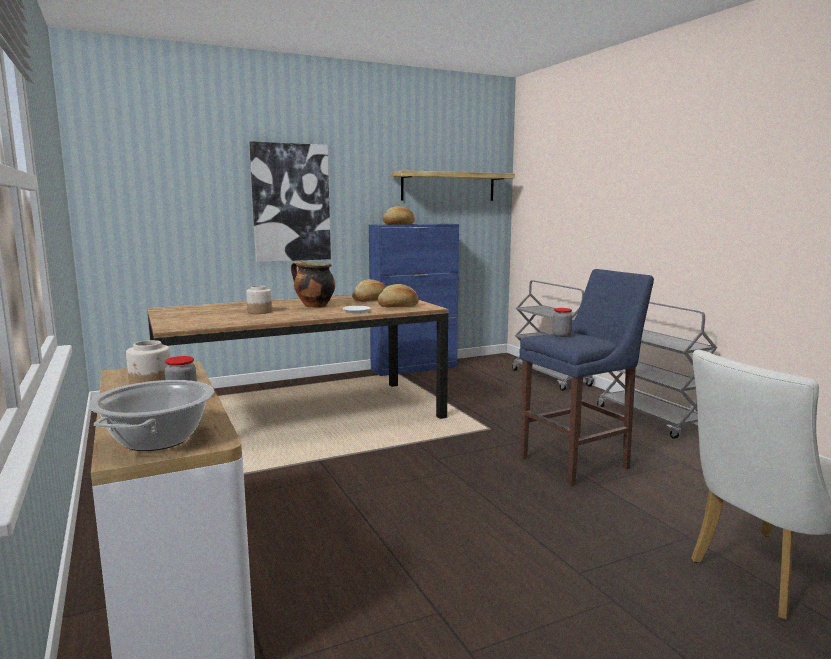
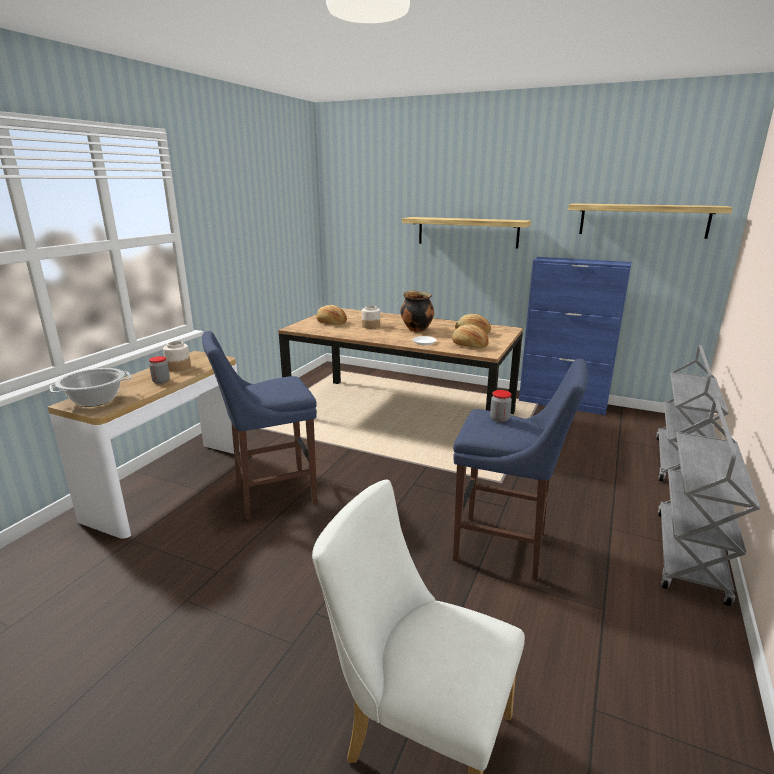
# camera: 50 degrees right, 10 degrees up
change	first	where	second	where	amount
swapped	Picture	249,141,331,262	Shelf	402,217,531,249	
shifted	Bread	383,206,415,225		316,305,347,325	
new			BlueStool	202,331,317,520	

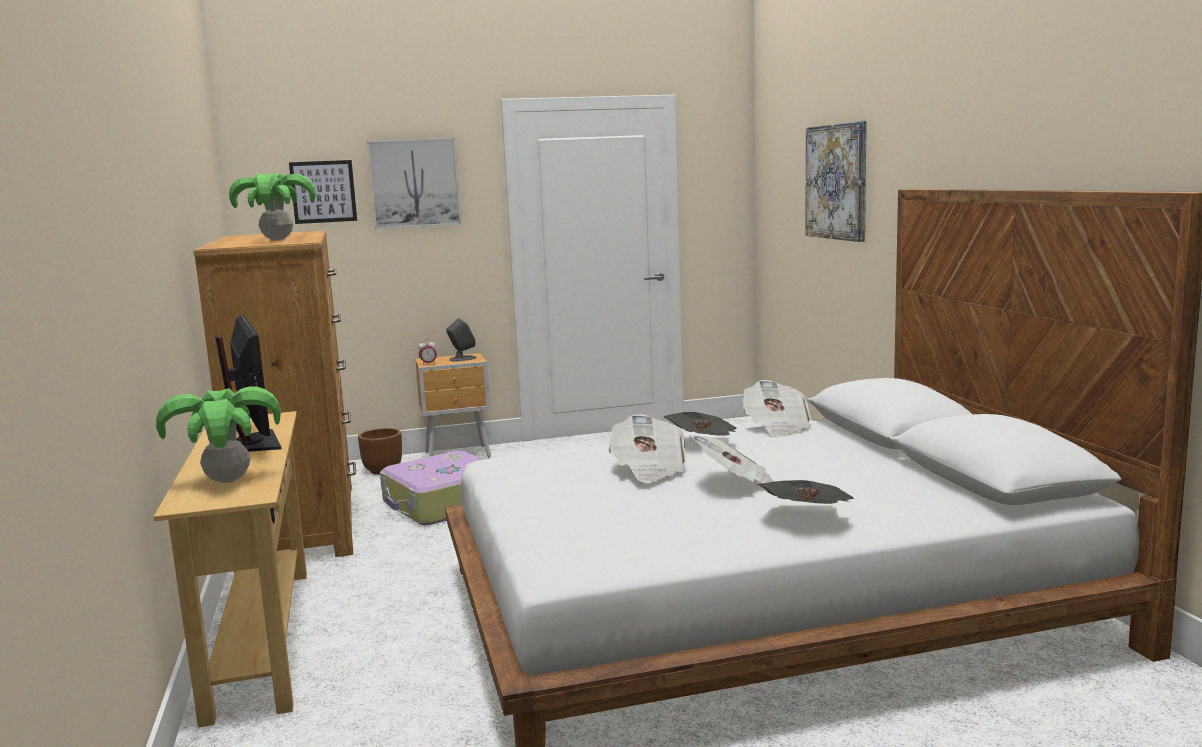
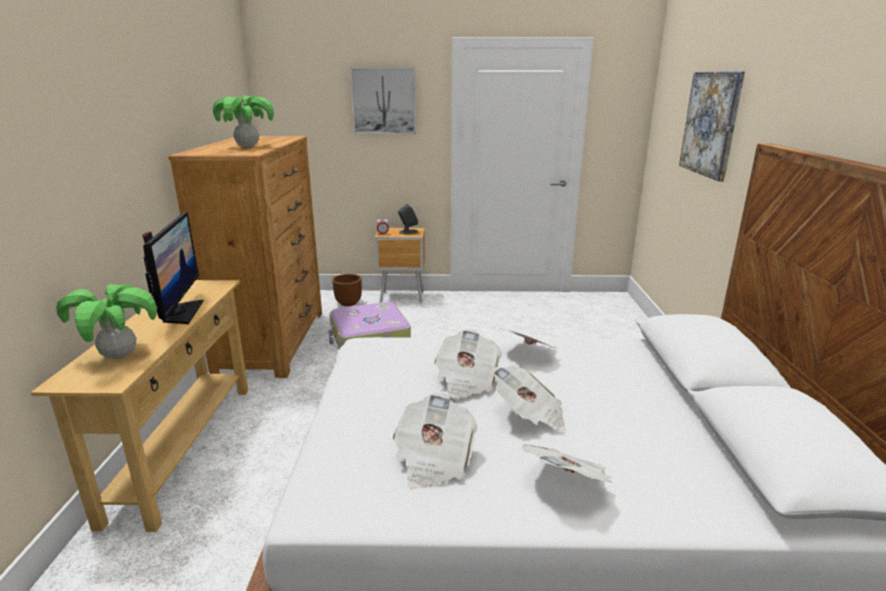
# camera: 15 degrees right, 10 degrees up
change	first	where	second	where	amount
gone	Picture	289,160,357,224			
shifted	Newspaper	743,380,811,437		393,393,477,489	

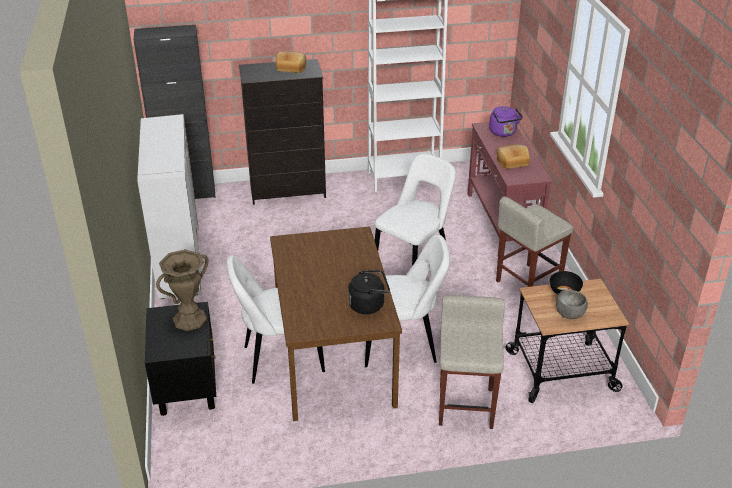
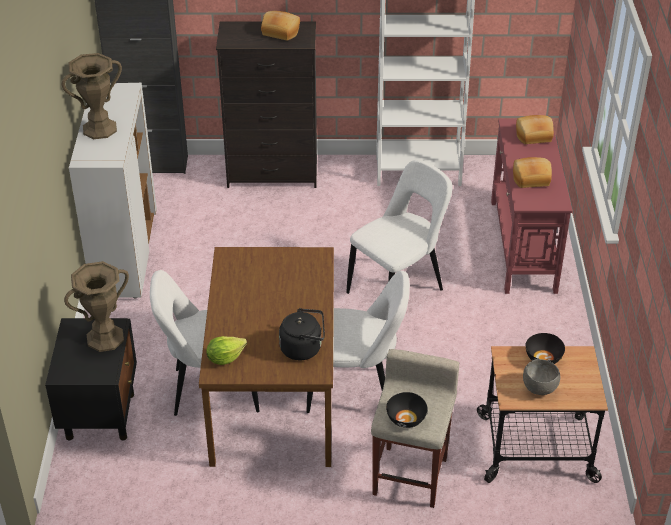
# camera: 10 degrees right, 5 degrees up
change	first	where	second	where	amount
swapped	PurpleKettle	489,106,523,137	Bread	516,115,554,144	
gone	BeigeStool	496,196,574,287			
new			BrownVase	62,53,122,139	
new			Lettuce	206,336,247,365	
new			BlackBowl	386,392,428,428	

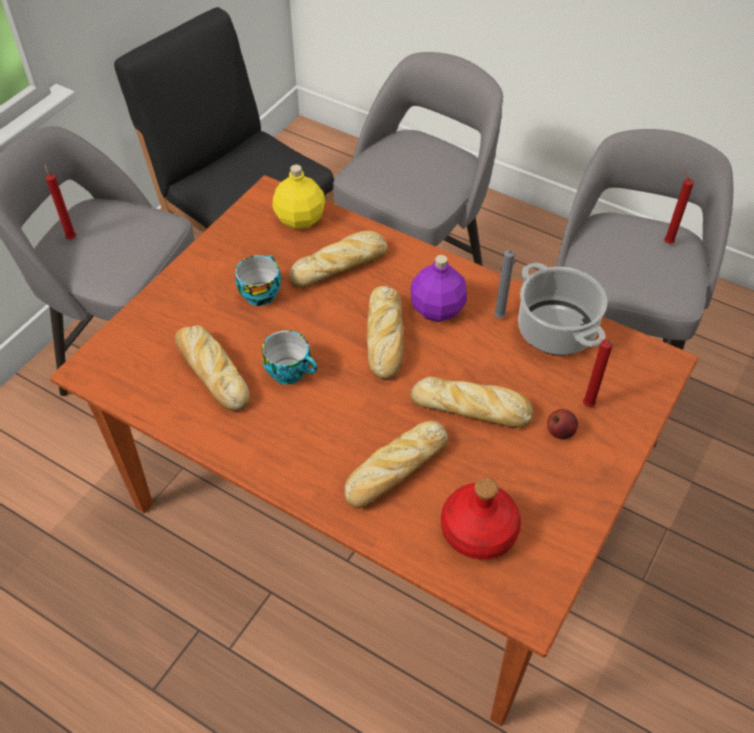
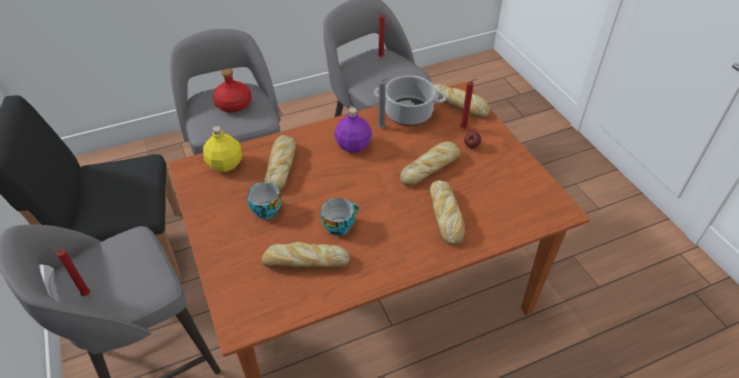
# camera: 55 degrees left, 5 degrees down
change	first	where	second	where	amount
shifted	Bread	367,286,404,379		434,83,490,118	
shifted	RedBottle	441,477,521,559		213,69,251,112	

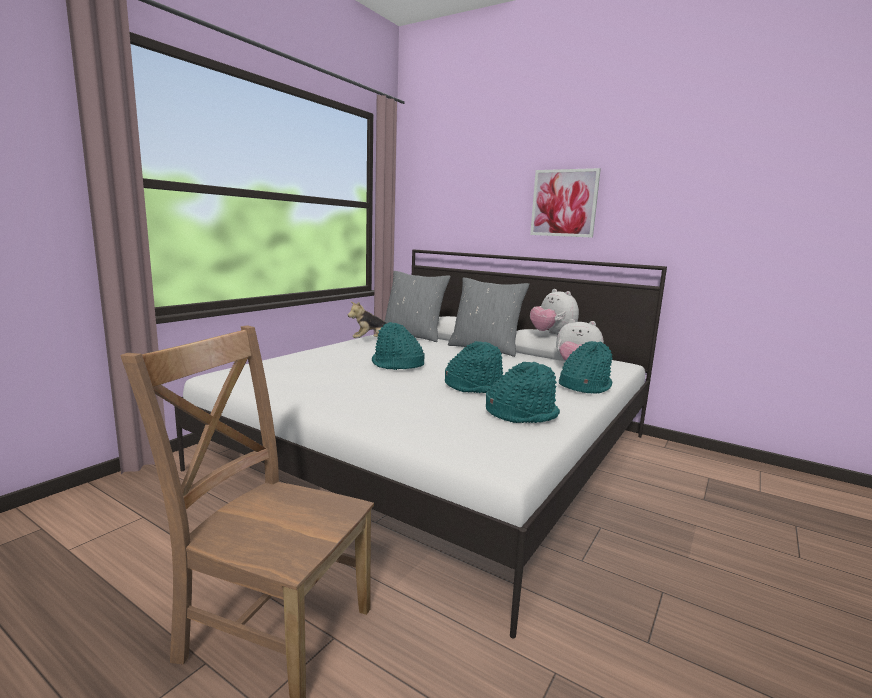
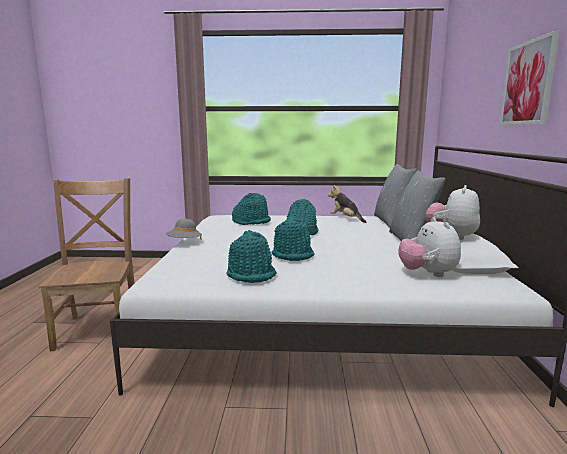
# camera: 60 degrees right, 0 degrees up
change	first	where	second	where	amount
shifted	TurquoiseHat	559,341,612,394		232,193,271,225	
new			GreyHat	166,218,202,239	

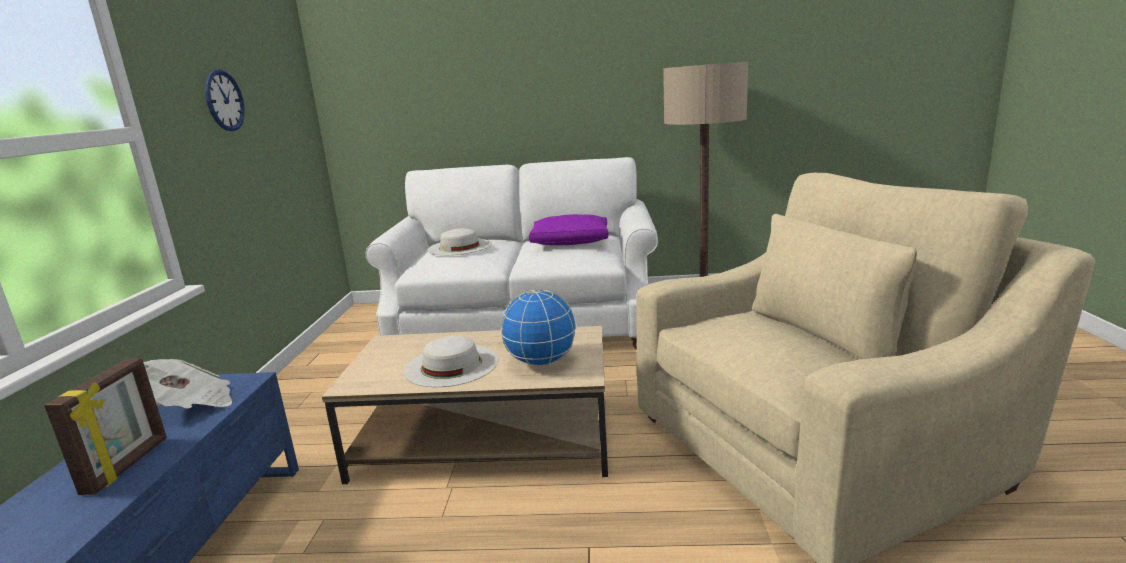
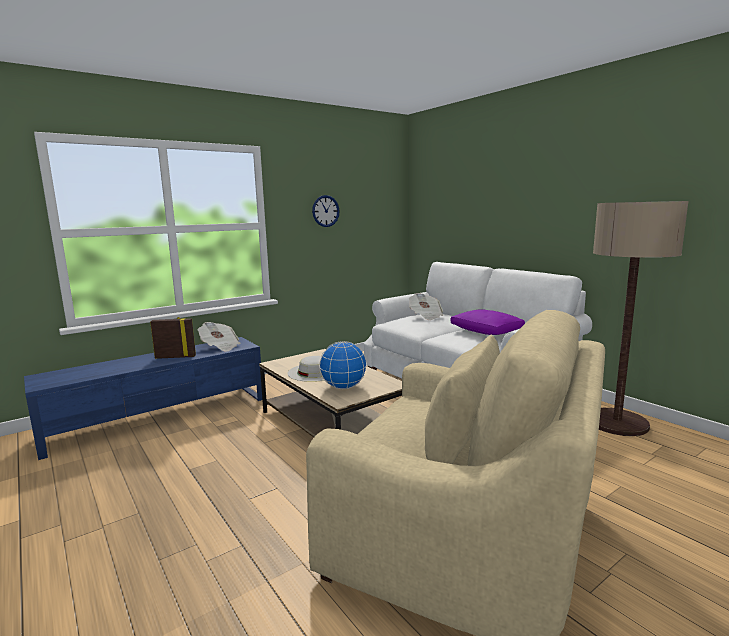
# camera: 50 degrees right, 5 degrees down
change	first	where	second	where	amount
swapped	WhiteHat	428,228,491,255	Newspaper	409,293,444,320	
rotated	PictureFrame	44,358,167,495		150,317,196,359	150 degrees counterclockwise

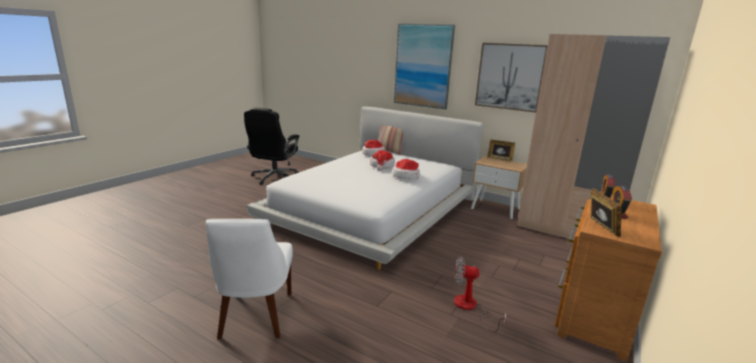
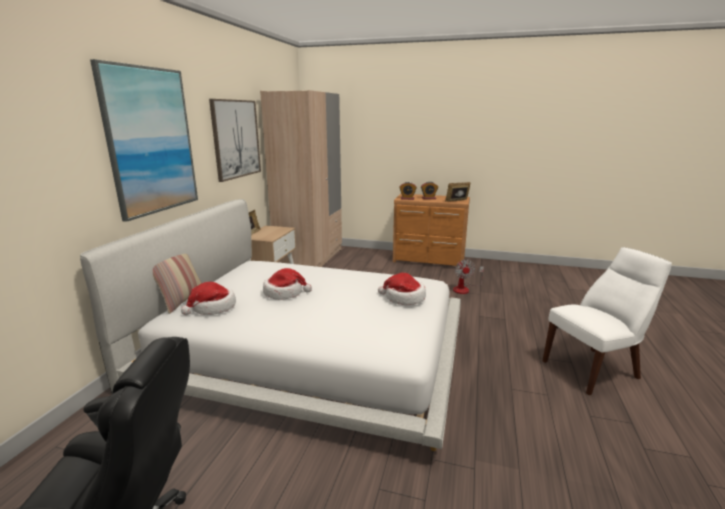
# camera: 105 degrees left, 0 degrees up
change	first	where	second	where	amount
shifted	Hat	392,159,420,179		378,273,426,305	

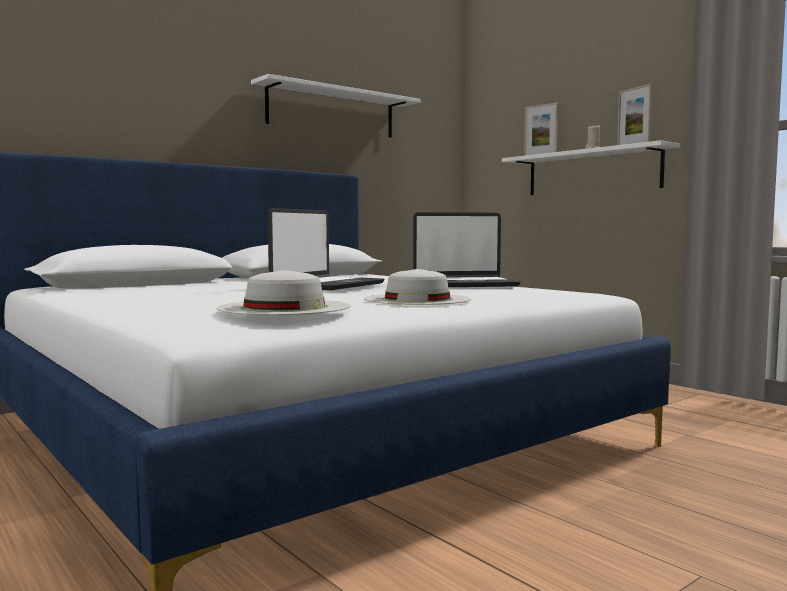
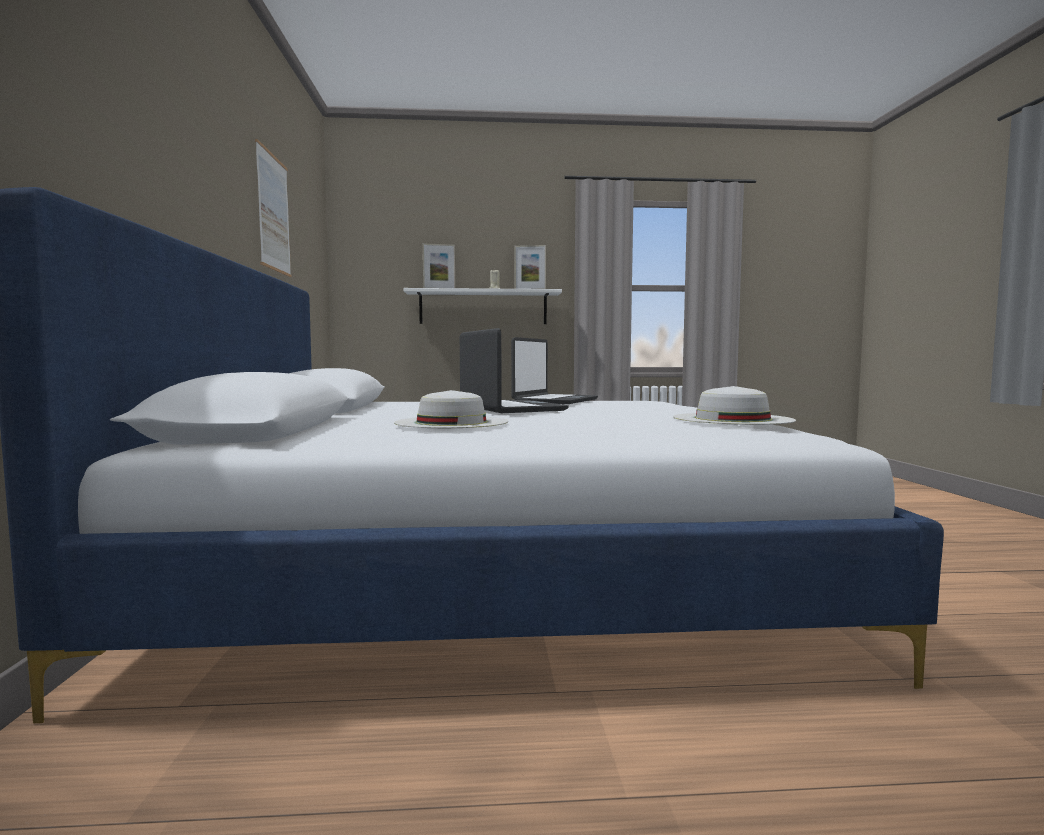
# camera: 55 degrees left, 0 degrees up
change	first	where	second	where	amount
swapped	WhiteShelf	251,74,420,138	Picture	255,139,292,277	
shifted	WhiteHat	364,269,471,305		394,390,508,428	

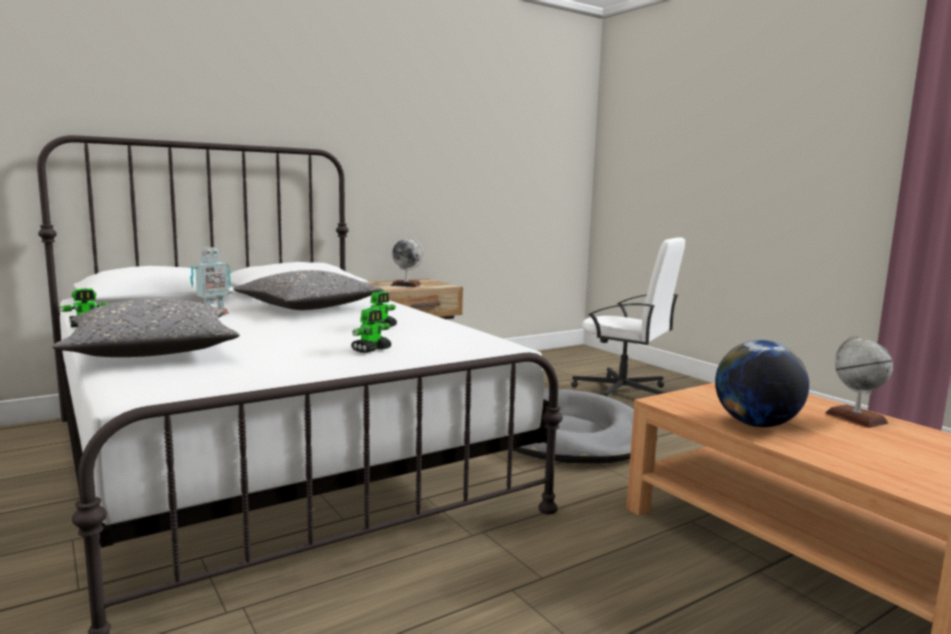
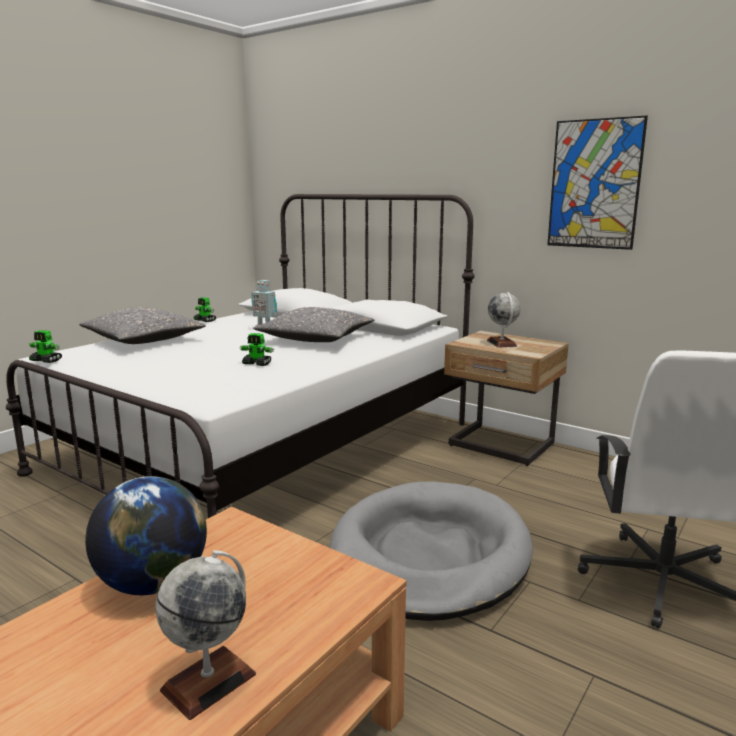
# camera: 70 degrees right, 5 degrees up
change	first	where	second	where	amount
shifted	ToyRobot	351,308,391,353		29,330,62,363	
new			Picture	547,116,648,250	

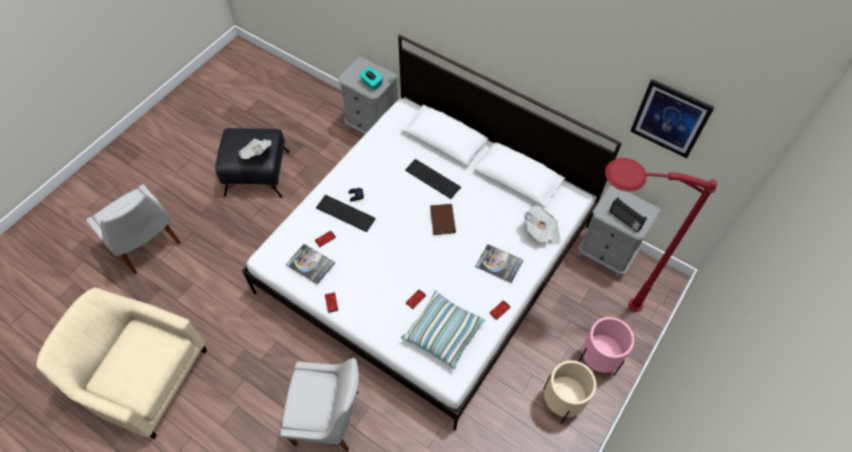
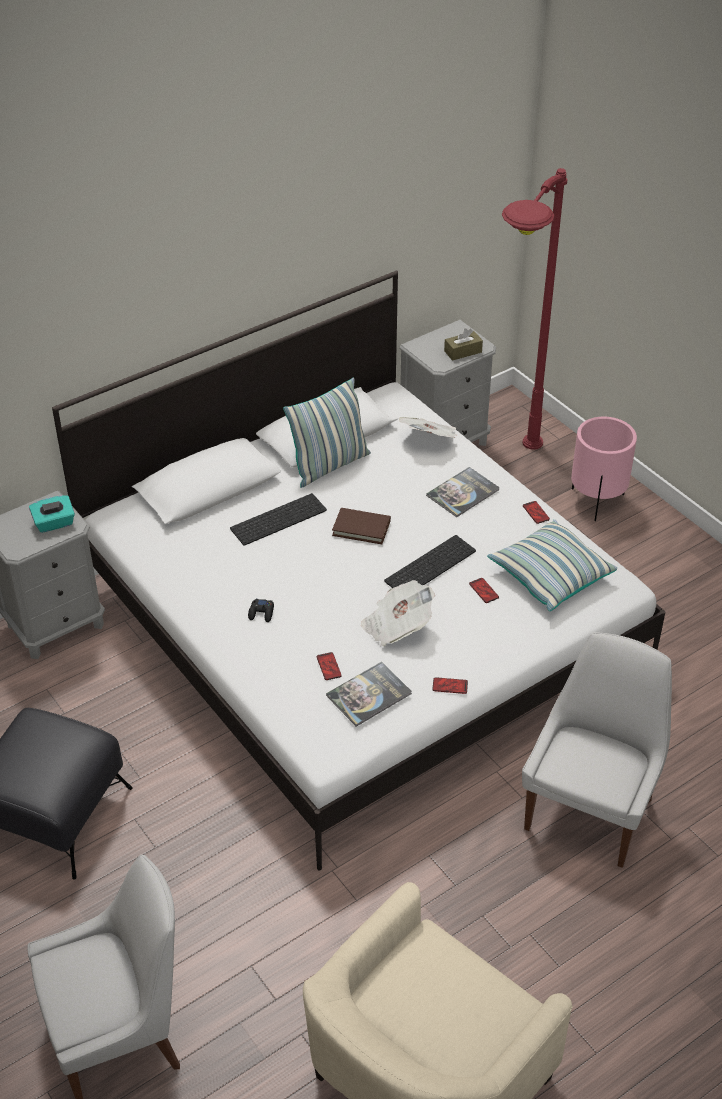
# camera: 70 degrees left, 15 degrees down
change	first	where	second	where	amount
gone	Picture	630,79,715,158			
shifted	Newspaper	238,139,272,159		361,580,435,646	
shifted	Keyboard	316,195,376,232		384,535,476,588	
swapped	Radio	609,197,647,233	BrownTissueBox	444,328,483,361	
gone	BeigePlanter	544,360,596,424			
new			Pillow	283,377,371,488	

